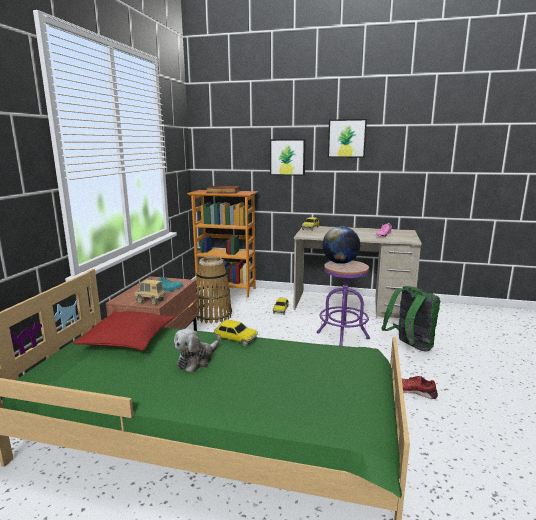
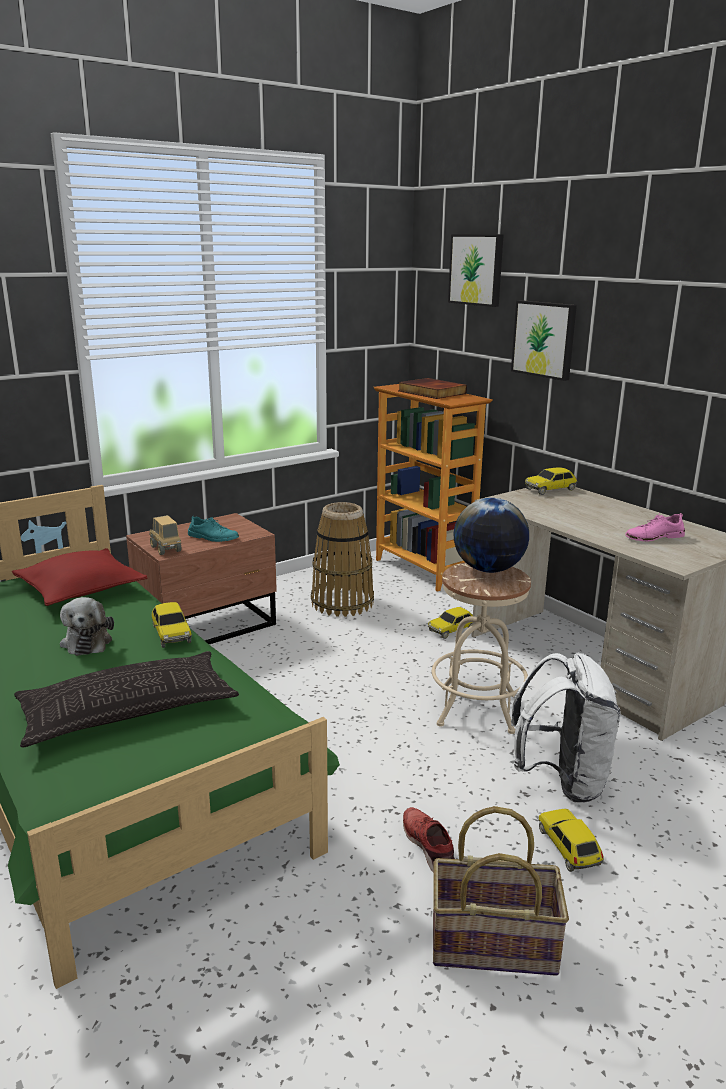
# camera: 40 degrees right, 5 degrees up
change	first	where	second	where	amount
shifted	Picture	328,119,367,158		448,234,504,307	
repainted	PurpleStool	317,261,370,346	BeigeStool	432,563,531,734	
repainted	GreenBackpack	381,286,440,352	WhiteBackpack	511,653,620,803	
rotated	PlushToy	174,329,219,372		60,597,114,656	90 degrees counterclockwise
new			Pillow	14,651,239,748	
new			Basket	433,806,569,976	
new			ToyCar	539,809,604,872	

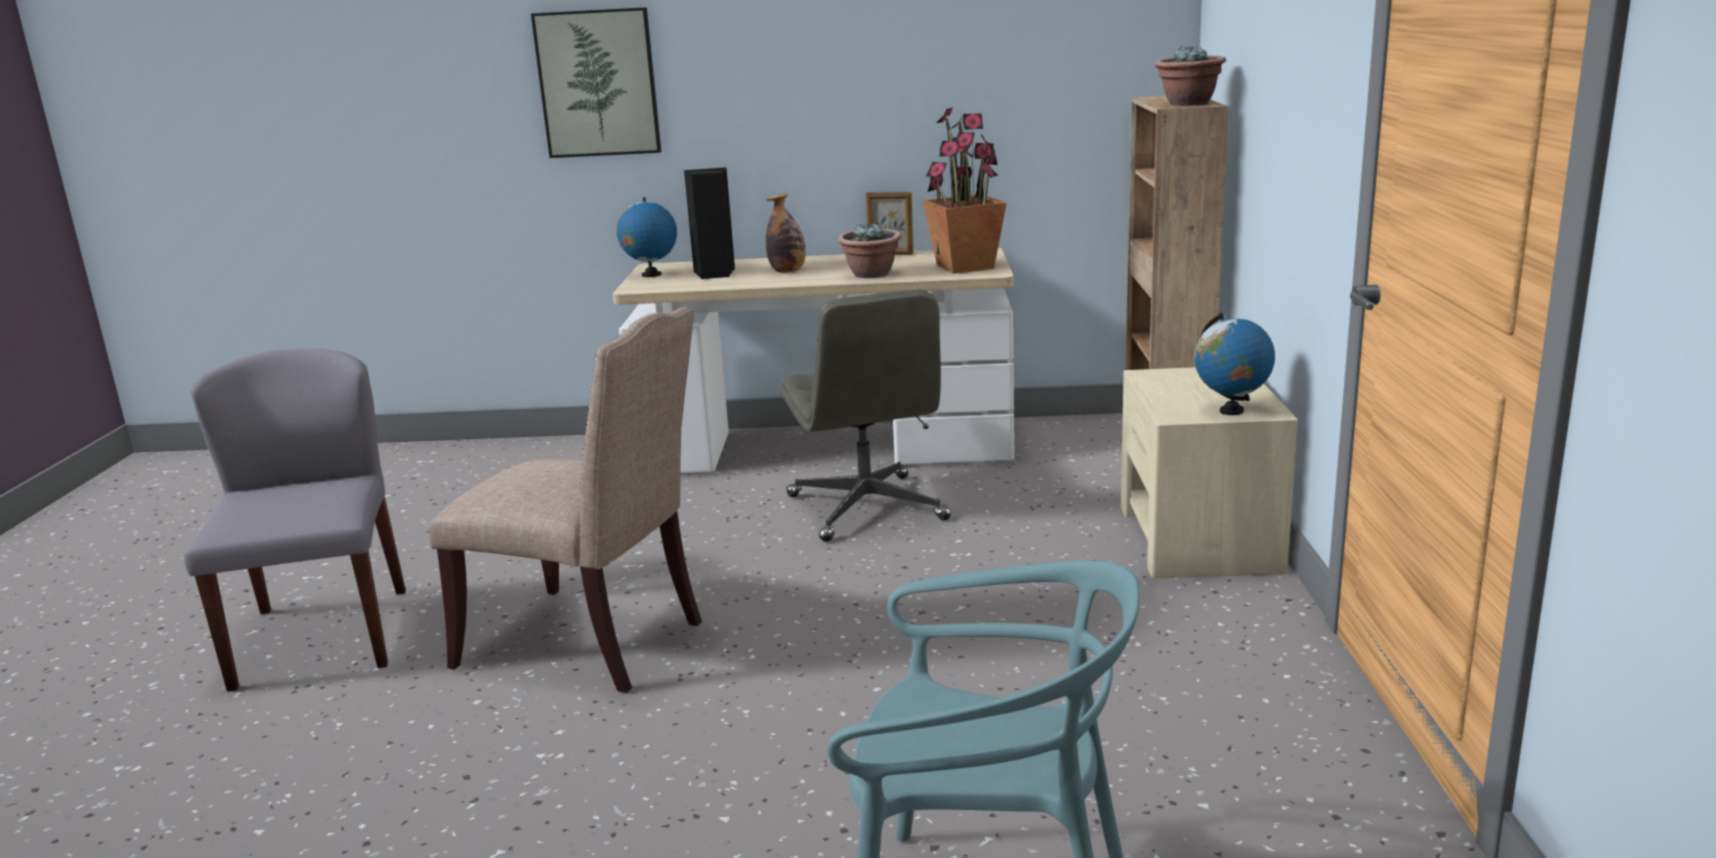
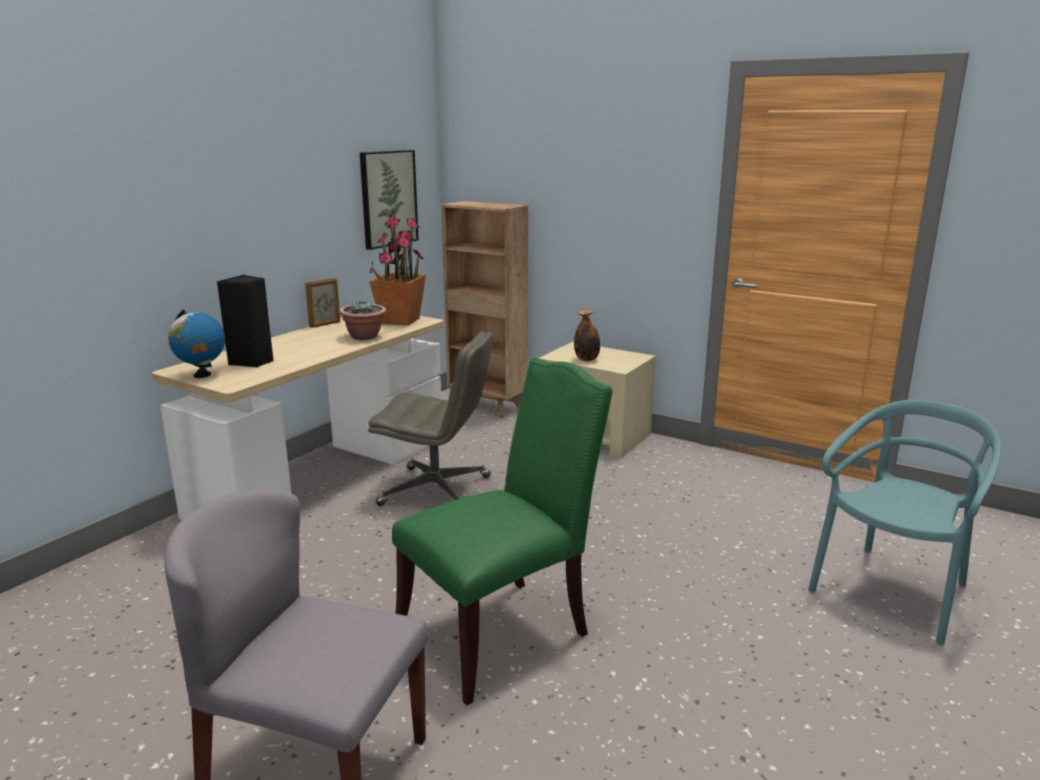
# camera: 60 degrees left, 0 degrees up
change	first	where	second	where	amount
shifted	Picture	531,7,661,158		360,150,419,250	
gone	PottedPlant	1154,46,1226,106			
shifted	Bottle	766,193,805,273		574,309,600,361	
repainted	BeigeChair	429,307,702,693	GreenChair	392,358,613,705	
gone	Globe	1194,313,1275,415			

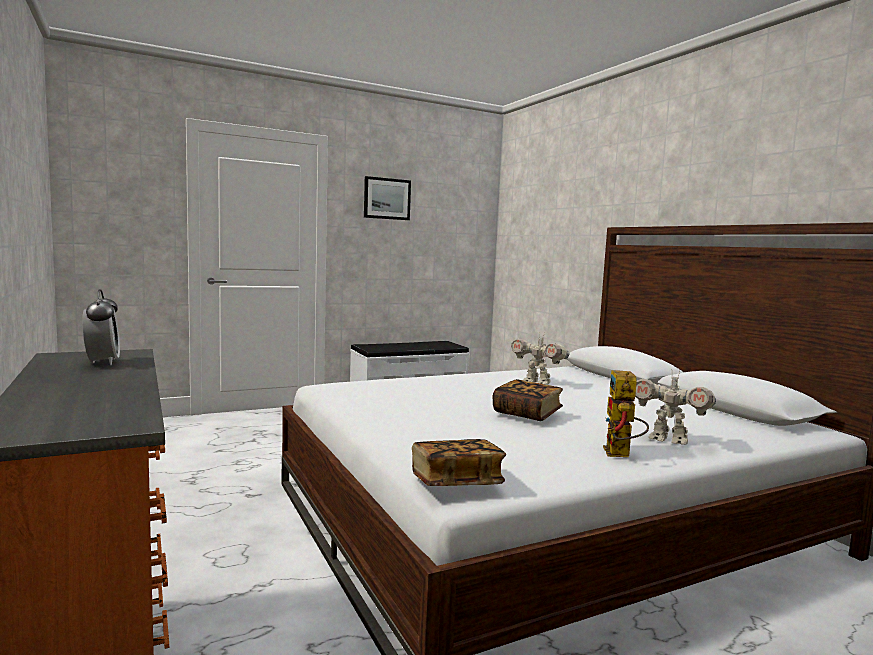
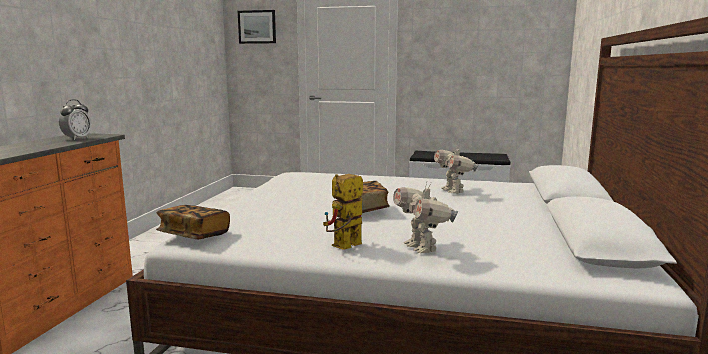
# camera: 40 degrees right, 5 degrees up
change	first	where	second	where	amount
shifted	Picture	364,176,411,220		238,10,276,44	

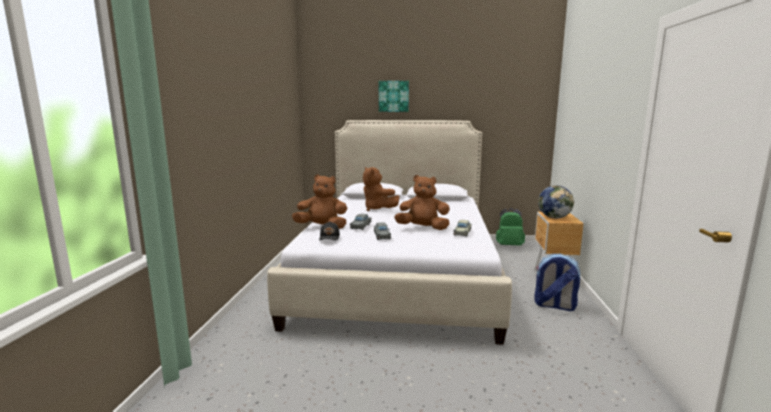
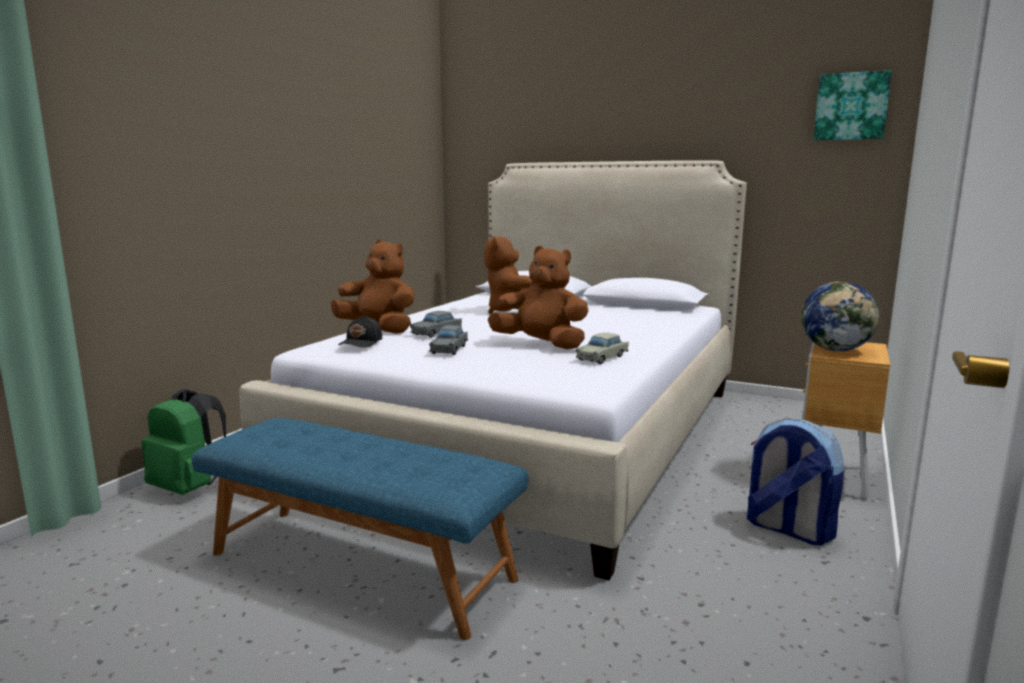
# camera: 20 degrees right, 0 degrees up
change	first	where	second	where	amount
shifted	Picture	379,81,409,112		814,70,892,141	
shifted	GreenBackpack	496,208,525,246		141,389,226,495	
new			BlueBench	192,418,529,640	

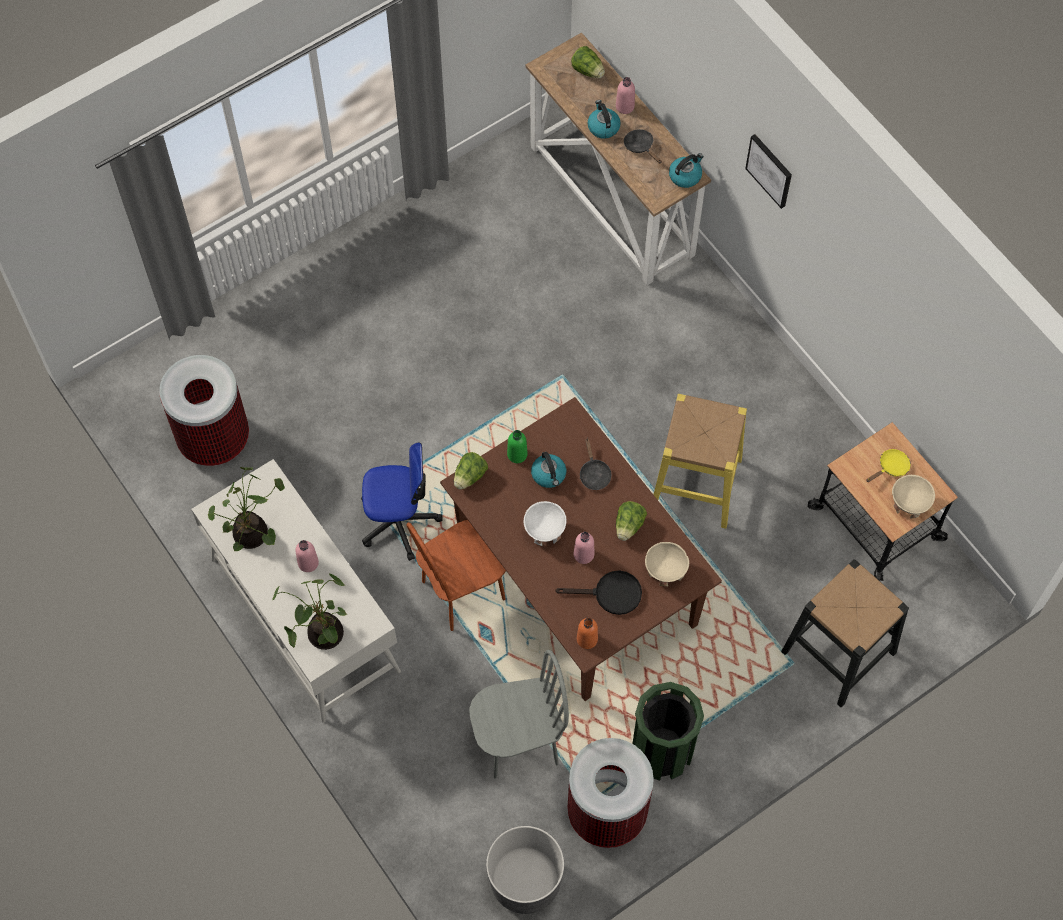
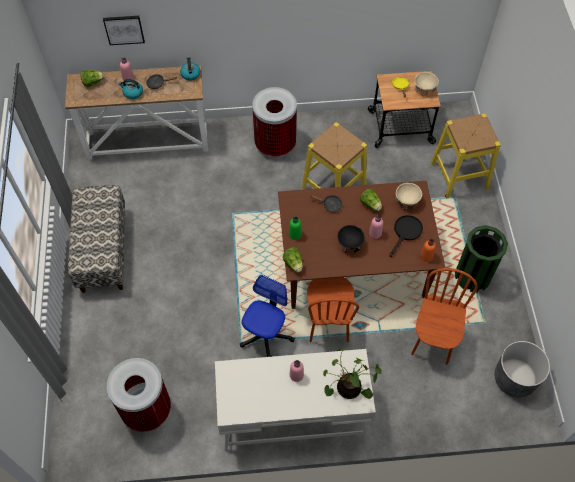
# camera: 60 degrees left, 5 degrees down
change	first	where	second	where	amount
shifted	Picture	745,134,792,209		103,16,145,45	
gone	Kettle	531,452,566,488			
gone	PottedPlant	208,467,285,551			
repainted	WhiteBowl	524,501,567,546	BlackBowl	337,225,365,253	
repainted	BlackStool	781,559,909,707	YellowStool	431,113,501,199	
repainted	GreyChair	469,650,569,779	BrownChair	411,268,478,364	
shifted	TrashCan	567,738,654,848		252,87,297,158	
new			Bench	68,185,125,293	

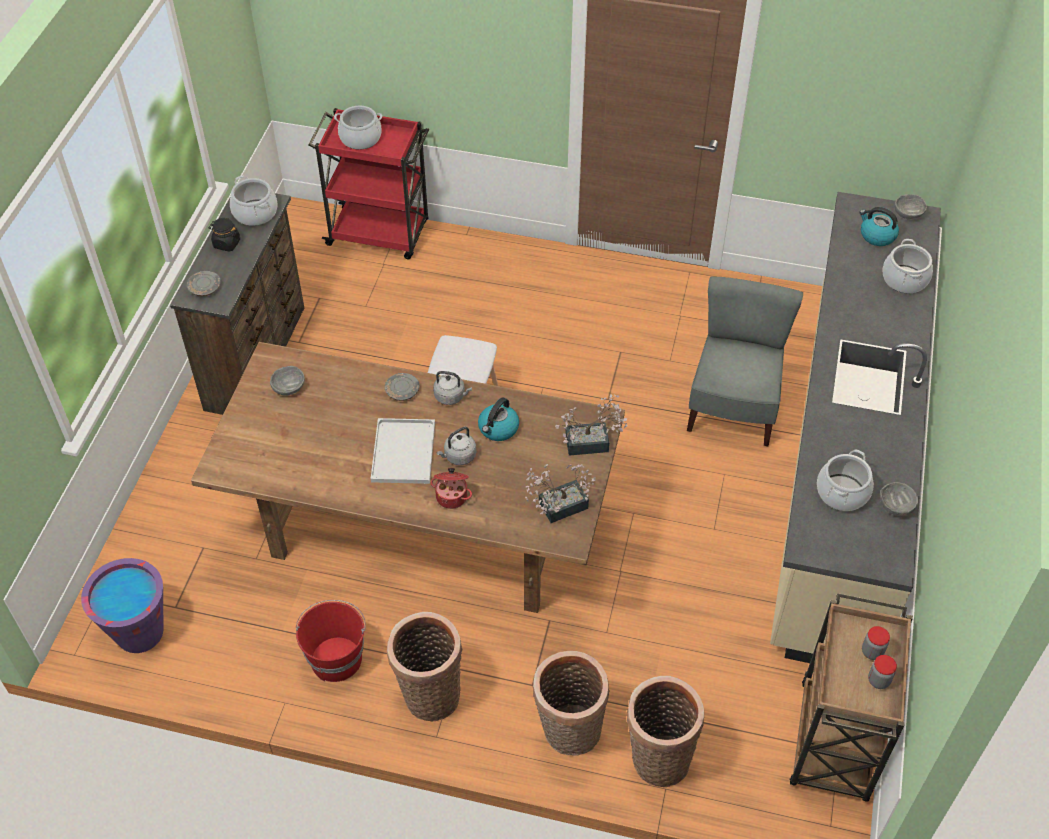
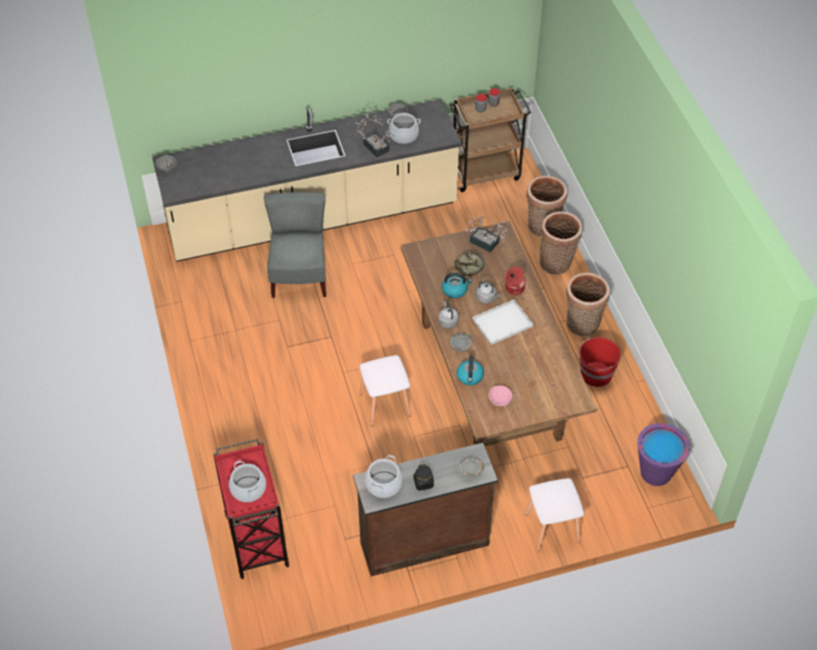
# camera: 120 degrees left, 0 degrees up
change	first	where	second	where	amount
shifted	Kettle	859,207,899,246		456,356,484,385	
gone	CookingPot	883,239,933,293			
rotated	GreyChair	687,277,803,446		264,192,326,298	105 degrees clockwise
repainted	GreyBowl	270,366,305,396	PinkBowl	488,385,512,407	
shifted	PottedPlant	555,394,627,456		356,111,394,157	
new			Bread	454,252,484,276	
new			WhiteStool	525,478,584,552	

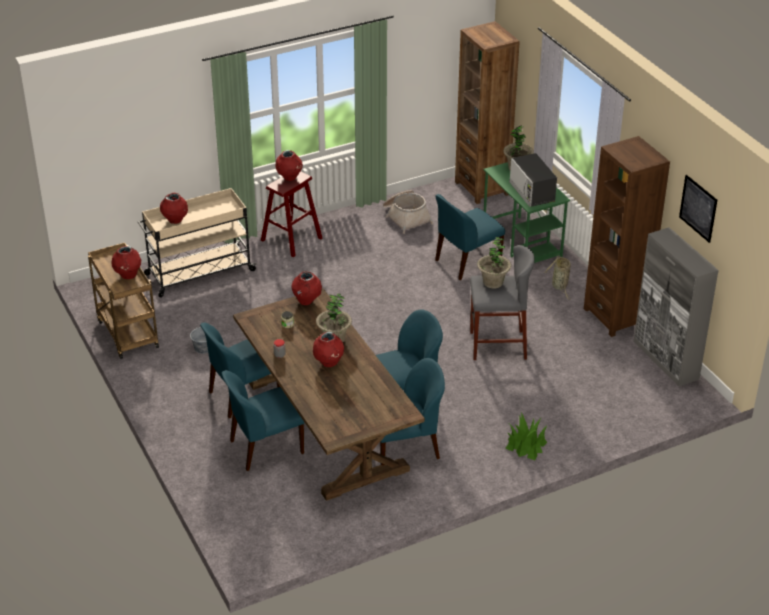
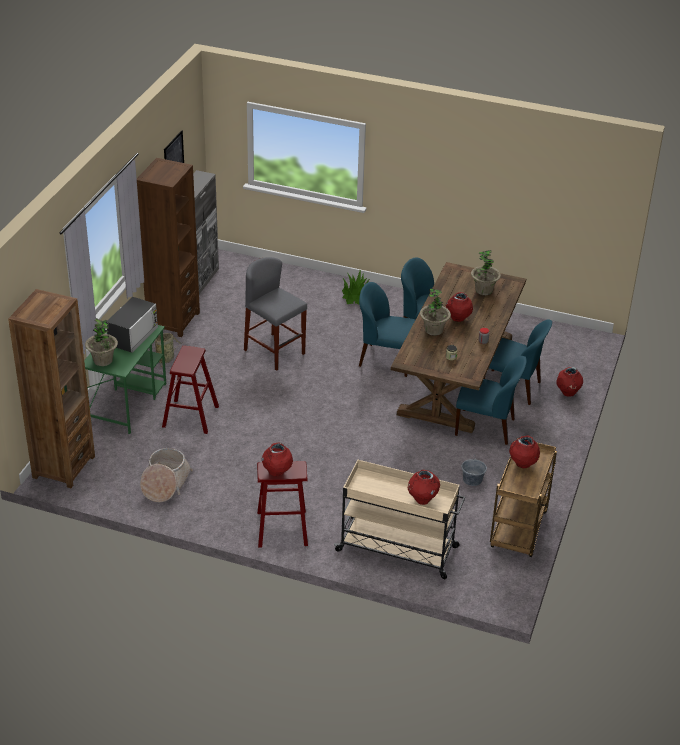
# camera: 135 degrees left, 0 degrees up
change	first	where	second	where	amount
swapped	BlueChair	435,194,505,280	RedStool	162,346,219,434	
shifted	PottedPlant	477,237,511,289		471,250,501,295	
shifted	RedVase	292,271,322,305		556,367,583,396	

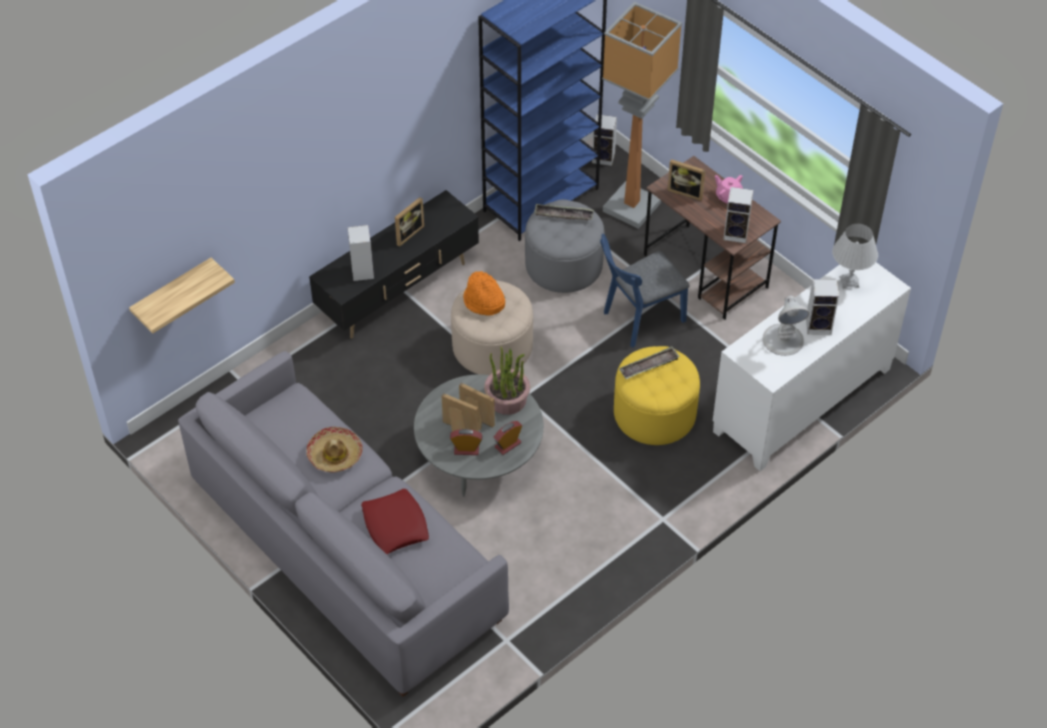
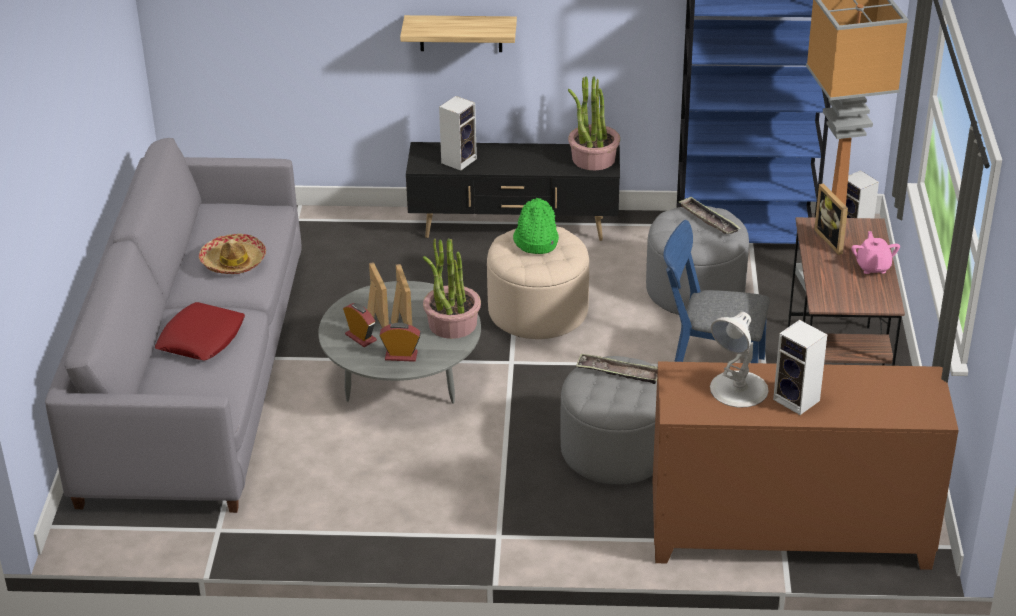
# camera: 45 degrees right, 15 degrees down
change	first	where	second	where	amount
gone	Speaker	723,187,753,243			
gone	PictureFrame	395,197,424,247			
gone	WhiteTableLamp	832,224,878,289			
shifted	Shelf	129,258,235,334		400,15,517,52	
repainted	WhiteCabinet	713,262,911,471	BrownCabinet	653,361,959,570	
repainted	OrangeHat	463,271,505,316	GreenHat	513,198,559,254	
repainted	YellowOttoman	614,346,700,445	GreyOttoman	561,356,657,484	
new			PottedPlant	568,76,620,170	

